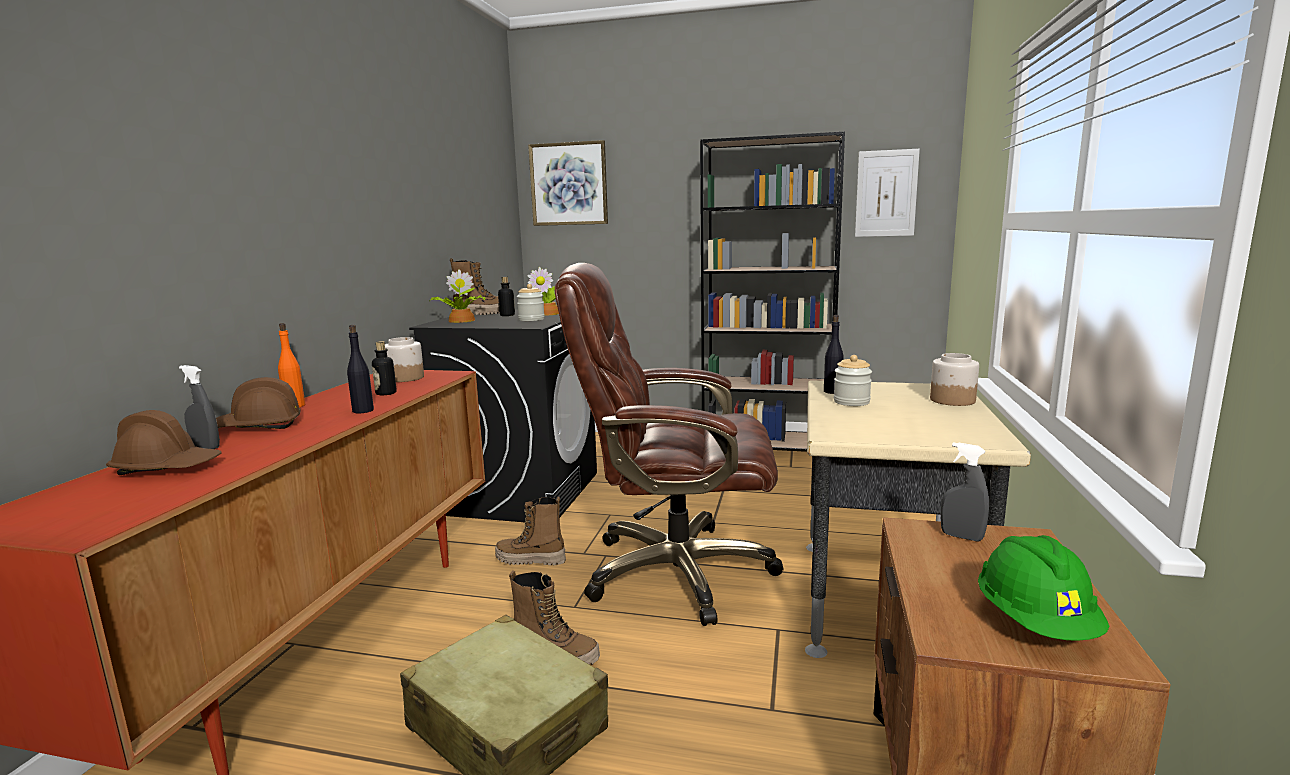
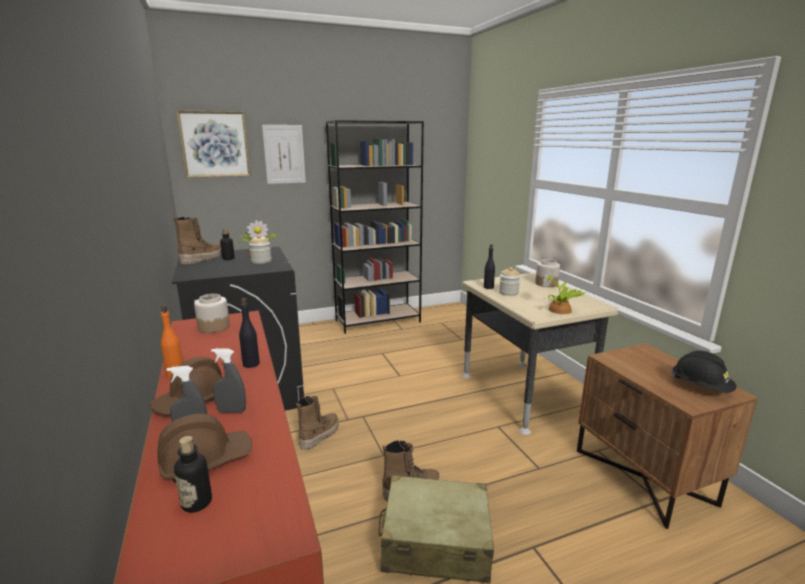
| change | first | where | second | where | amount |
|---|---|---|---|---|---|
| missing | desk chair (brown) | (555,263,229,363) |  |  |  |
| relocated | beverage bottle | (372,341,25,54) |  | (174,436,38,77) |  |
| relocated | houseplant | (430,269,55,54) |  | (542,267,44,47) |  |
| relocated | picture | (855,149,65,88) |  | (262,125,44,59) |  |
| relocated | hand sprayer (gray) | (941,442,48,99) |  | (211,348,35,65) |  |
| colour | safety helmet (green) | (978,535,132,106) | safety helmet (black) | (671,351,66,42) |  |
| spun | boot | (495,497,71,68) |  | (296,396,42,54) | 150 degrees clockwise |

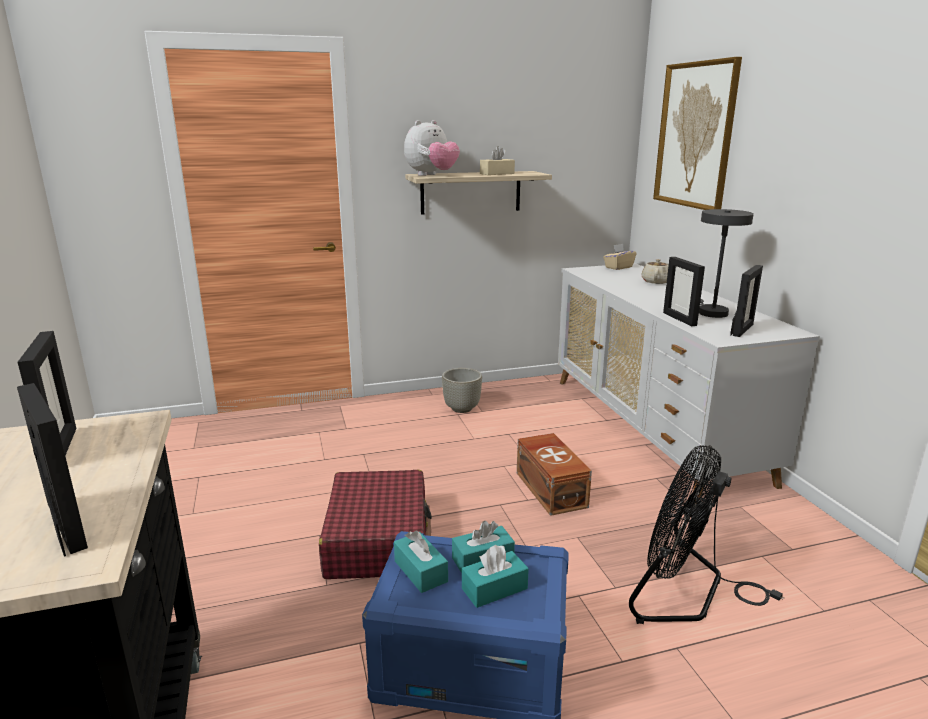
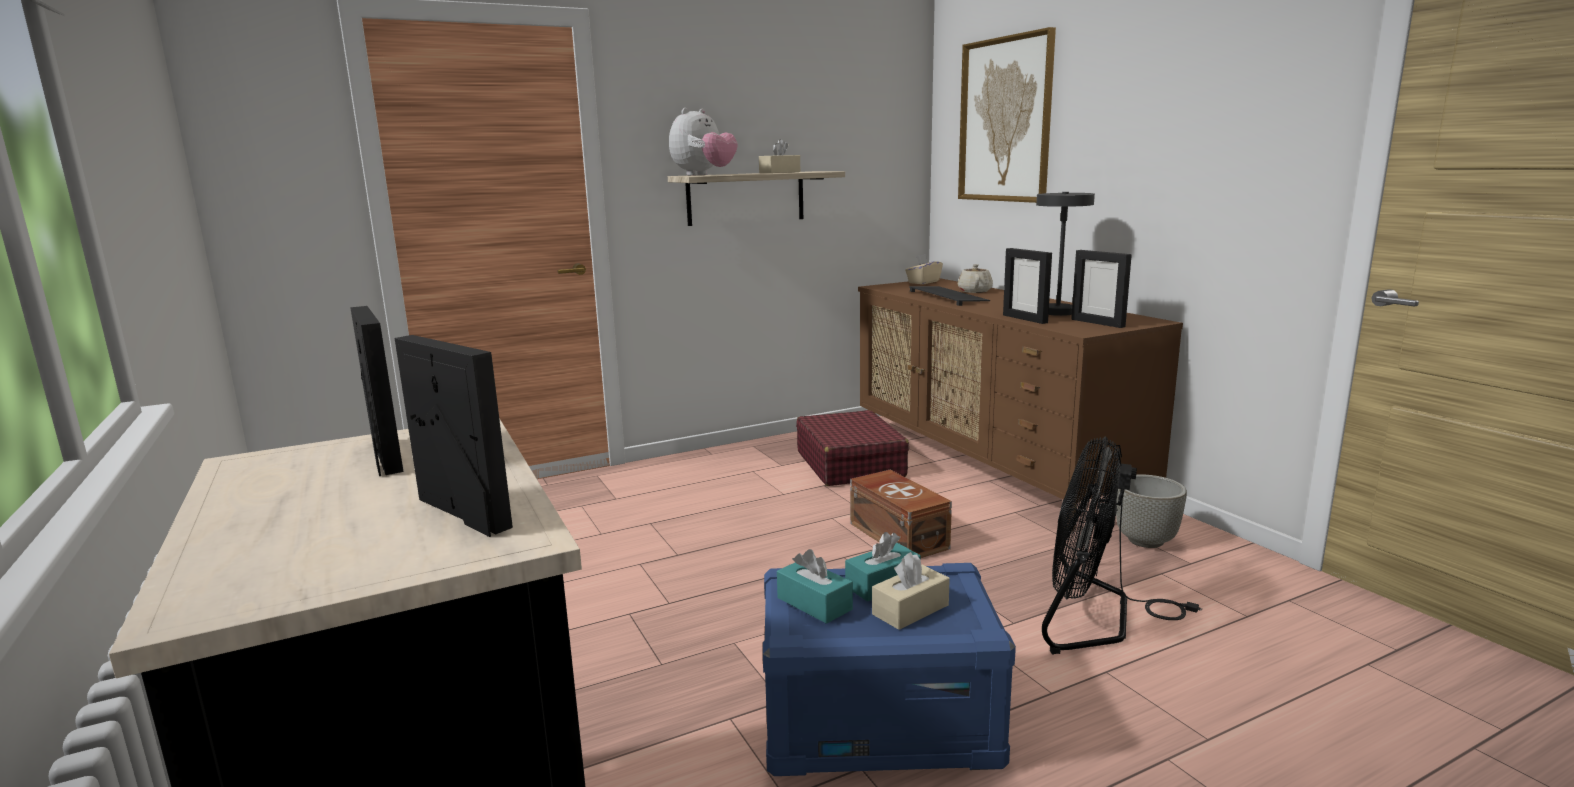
| change | first | where | second | where | amount |
|---|---|---|---|---|---|
| appeared |  |  | computer keyboard | (909,286,81,20) |  |
| relocated | piece of luggage (red-coloured) | (319,470,113,109) |  | (796,410,113,76) |  |
| relocated | planter (gray) | (442,368,40,45) |  | (1116,474,71,74) |  |
| colour | tissue holder (turquoise-coloured) | (462,545,67,63) | tissue holder (beige) | (872,552,78,78) |  |
| colour | dresser (whitish) | (558,263,262,239) | dresser (brown) | (858,278,325,254) |  |
| spun | photo frame | (730,265,33,72) |  | (1071,250,61,78) | 120 degrees clockwise |

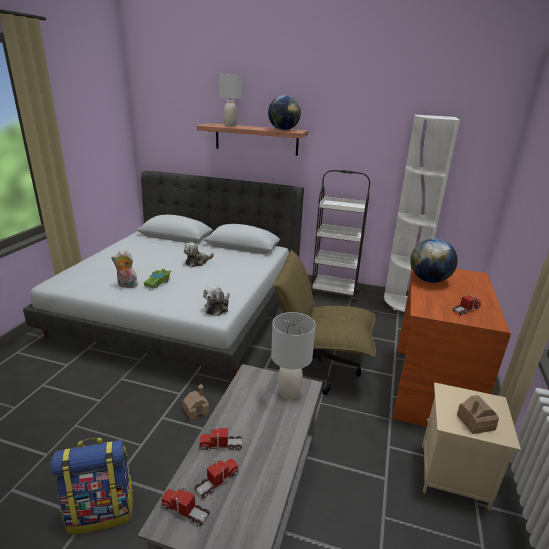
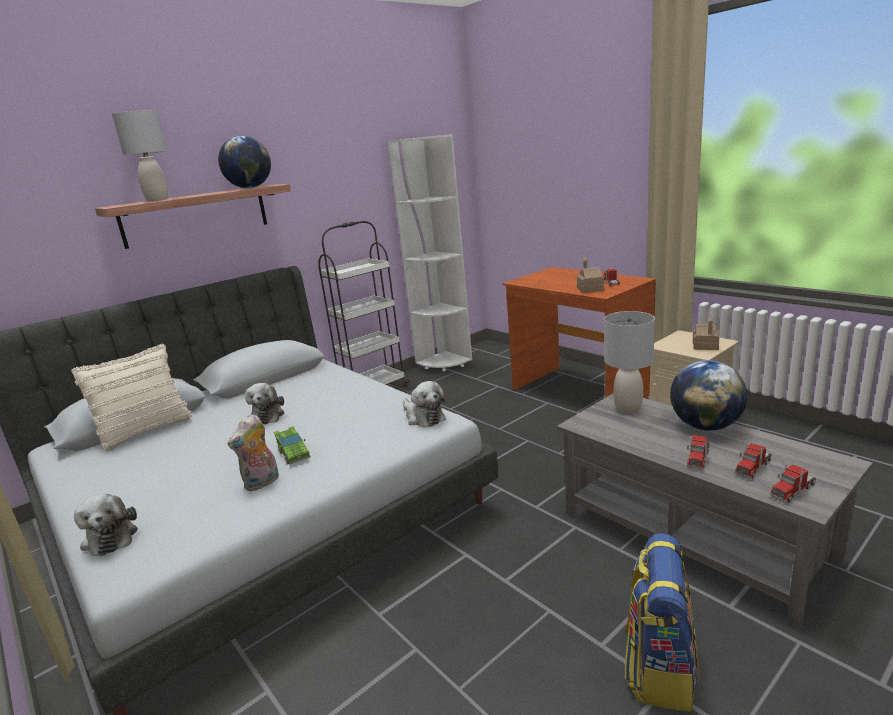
| change | first | where | second | where | amount |
|---|---|---|---|---|---|
| missing | desk chair (beige) | (273,249,103,146) |  |  |  |
| appeared |  |  | throw pillow (beige) | (71,344,121,107) |  |
| appeared |  |  | soft toy | (74,494,64,62) |  |
| relocated | toy house | (183,384,26,37) |  | (577,256,27,37) |  |
| relocated | desk globe | (410,239,48,44) |  | (670,360,77,71) |  |
| spun | model truck | (194,458,45,41) |  | (735,443,37,36) | 120 degrees counterclockwise |

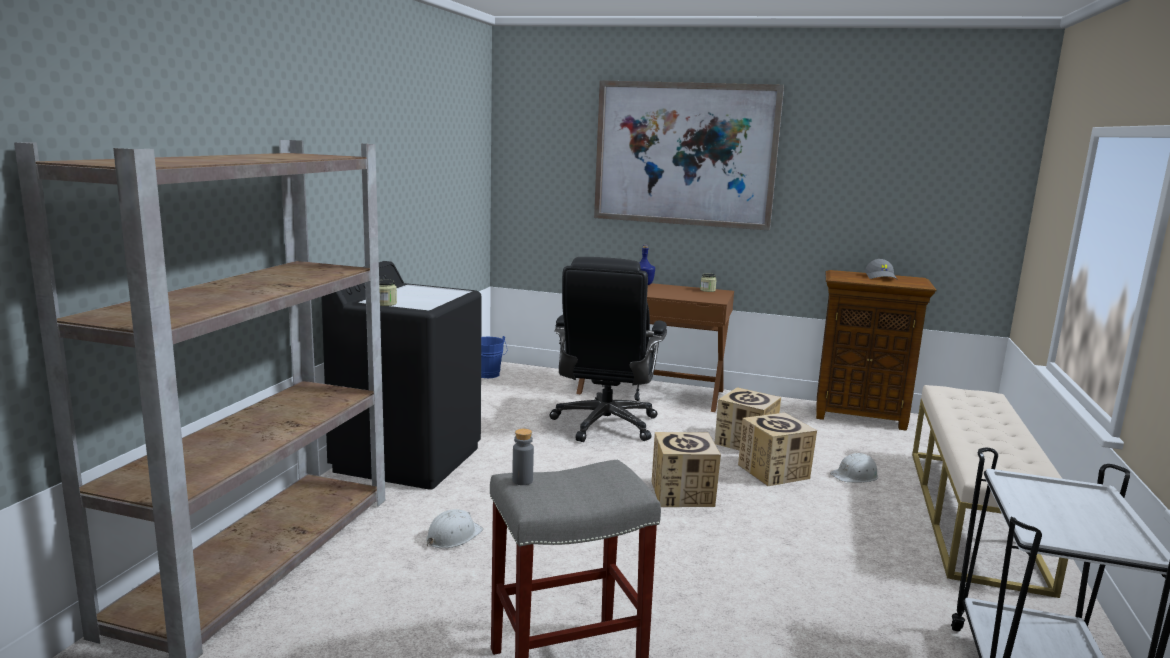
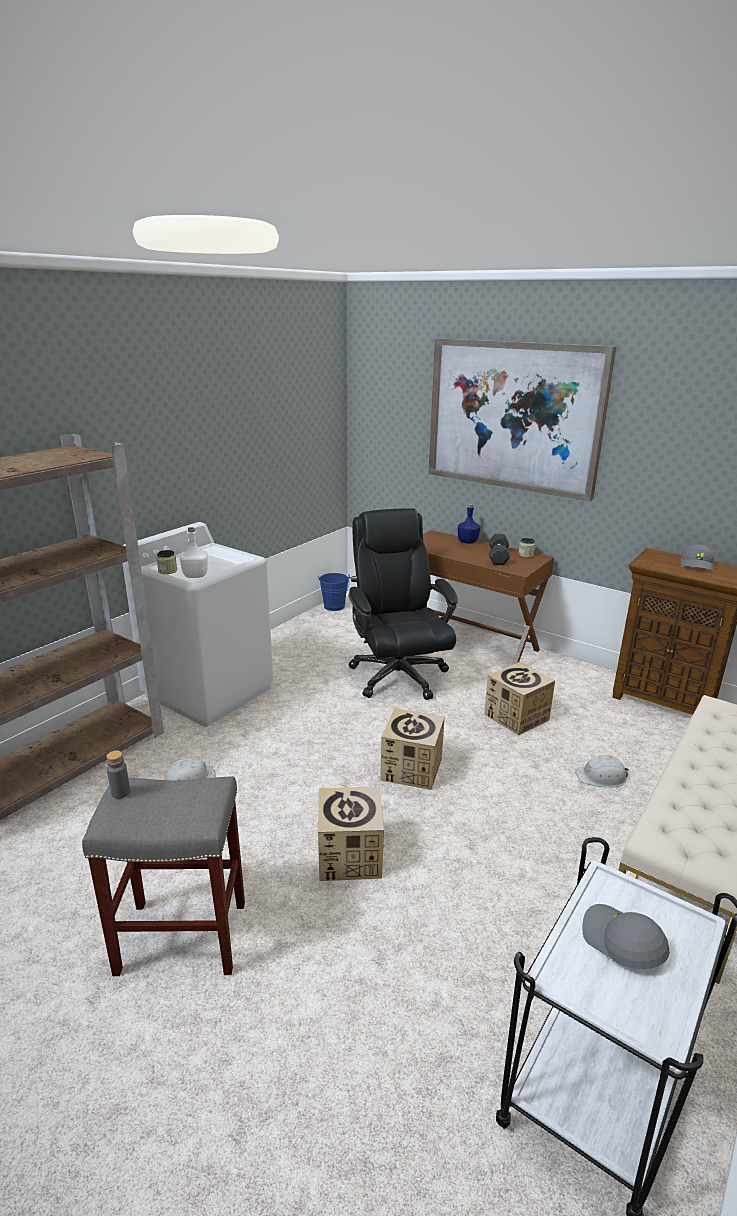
| change | first | where | second | where | amount |
|---|---|---|---|---|---|
| appeared |  |  | beverage bottle (whitish) | (180,527,28,51) |  |
| appeared |  |  | dumbbell (black) | (489,534,21,31) |  |
| appeared |  |  | baseball cap (gray) | (582,904,88,65) |  |
| relocated | cardboard box | (738,413,79,73) |  | (318,787,66,94) |  |
| colour | laundry machine (black) | (321,261,161,229) | laundry machine (whitish) | (123,522,150,205) |  |
| spun | desk chair (black) | (550,257,117,185) |  | (348,508,110,192) | 135 degrees clockwise |

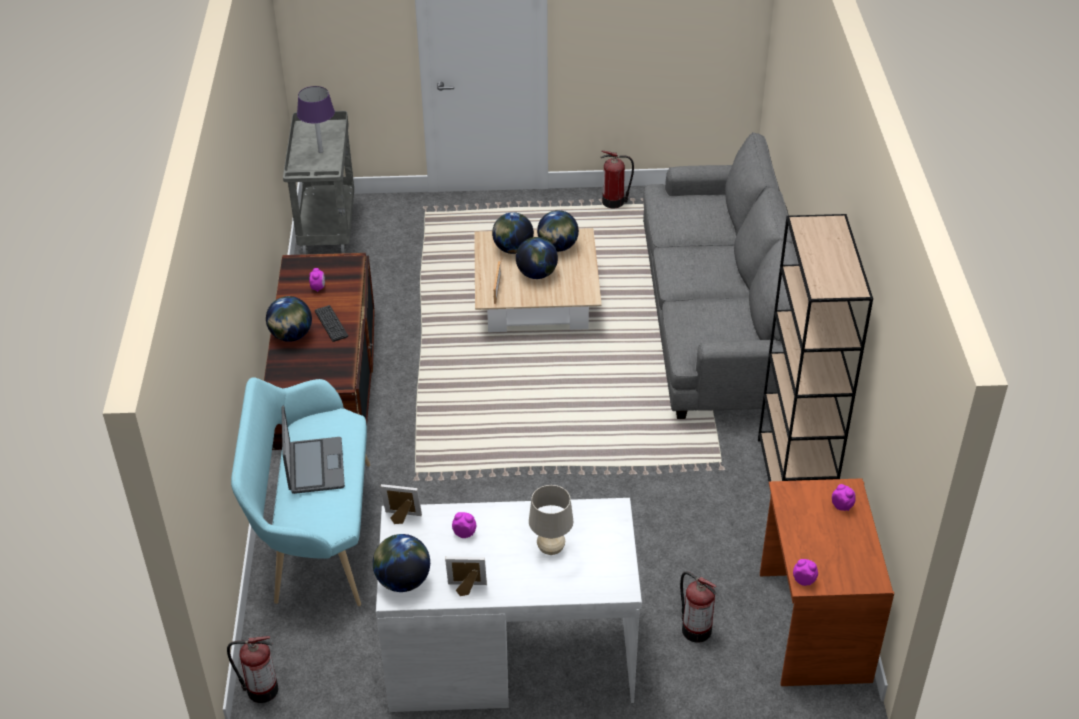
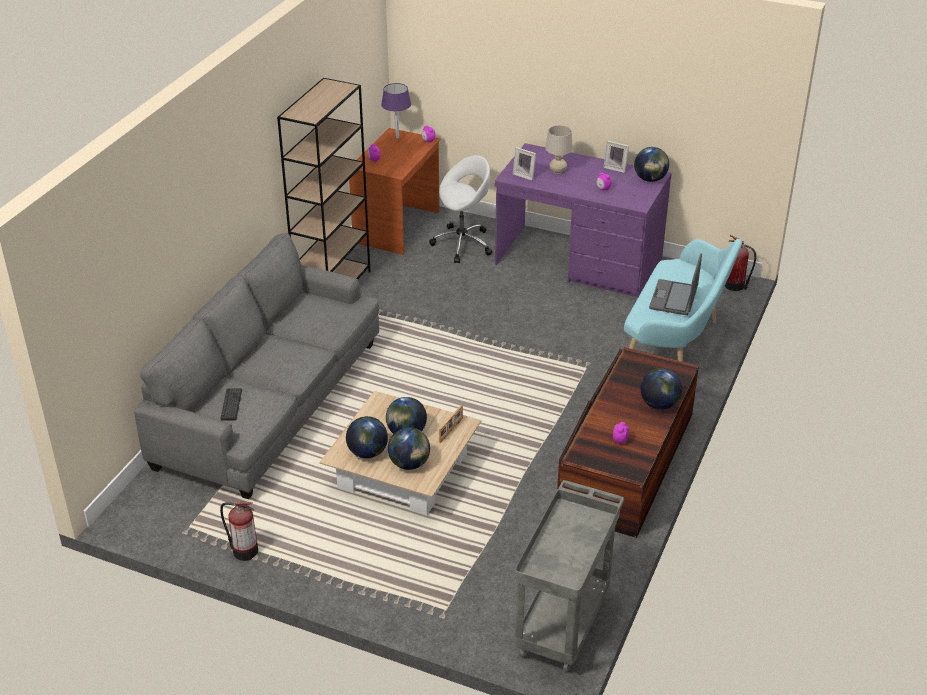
| change | first | where | second | where | amount |
|---|---|---|---|---|---|
| relocated | lamp for a table (purple-coloured) | (297,86,38,67) |  | (381,83,30,55) |  |
| relocated | computer keyboard | (315,305,33,37) |  | (220,388,22,33) |  |
| relocated | photo frame | (380,484,42,40) |  | (513,147,23,34) |  |
| exchanged | extinguisher | (680,571,37,72) | desk chair (whitish) | (429,155,63,108) |  |
| colour | desk unit (whitish) | (376,498,266,214) | desk unit (purple-coloured) | (494,143,178,154) |  |

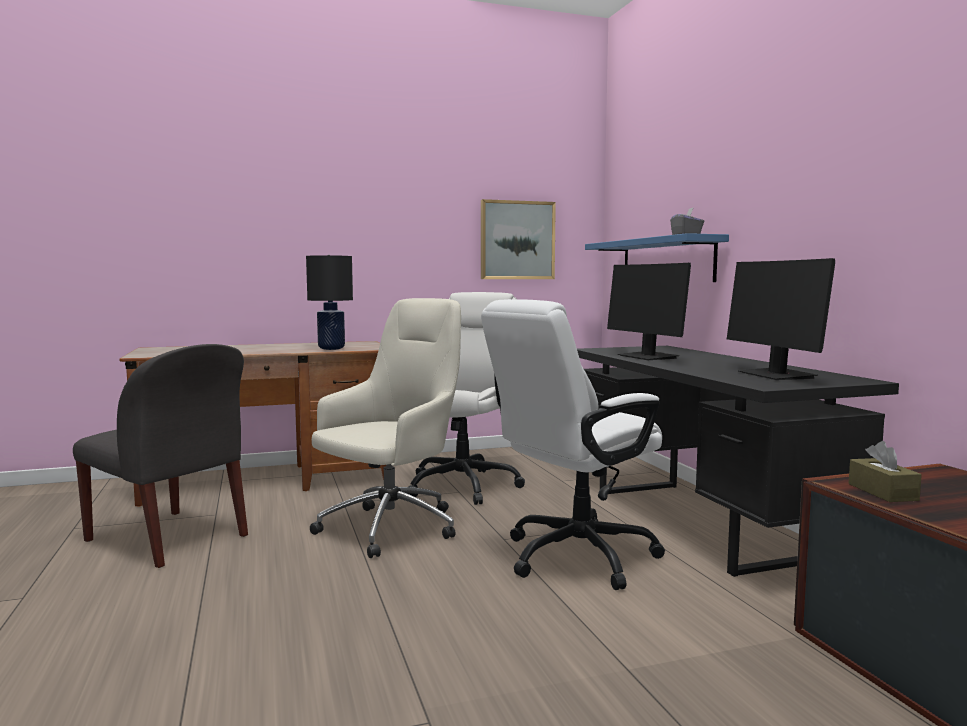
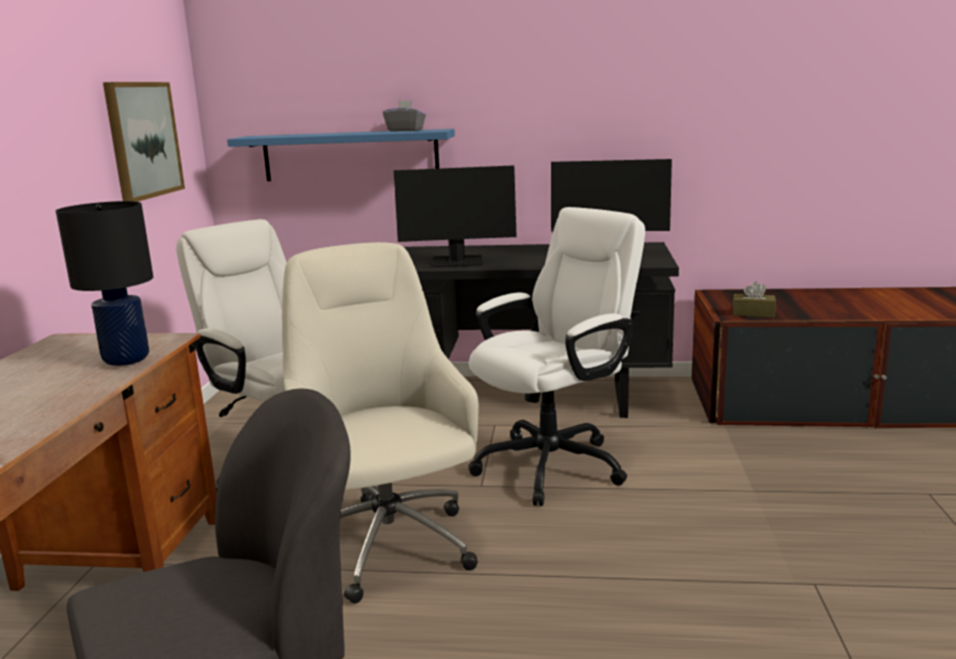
| change | first | where | second | where | amount |
|---|---|---|---|---|---|
| spun | desk chair (whitish) | (481,299,184,291) |  | (468,207,177,299) | 120 degrees counterclockwise |

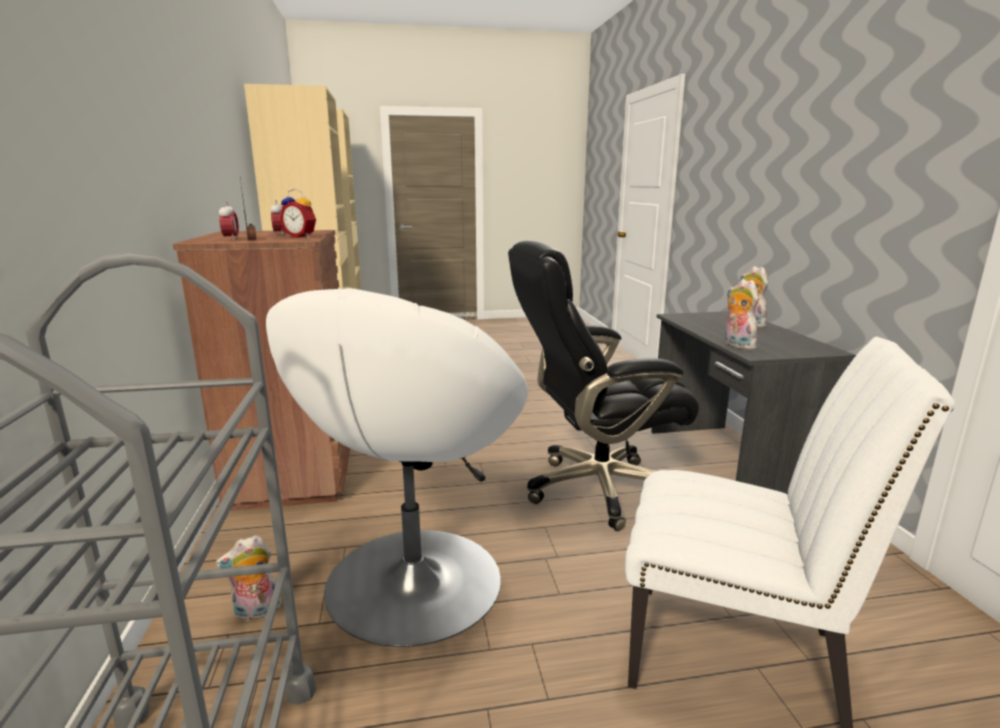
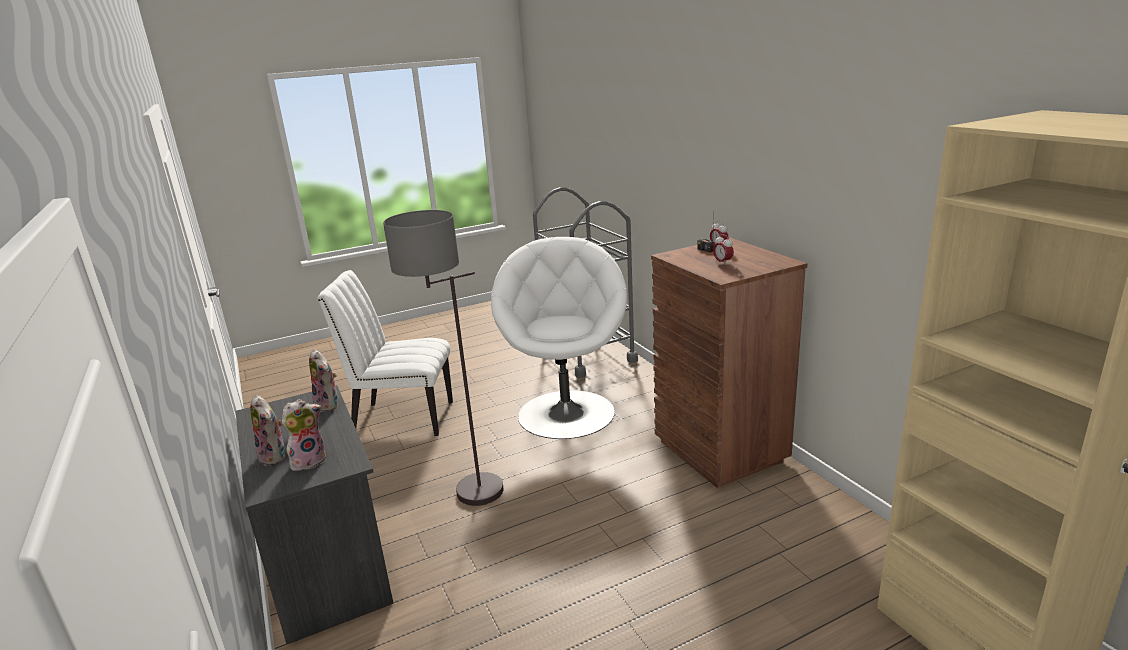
| change | first | where | second | where | amount |
|---|---|---|---|---|---|
| missing | bedside clock | (280,189,36,49) |  |  |  |
| relocated | soft toy | (216,535,66,86) |  | (281,399,45,72) |  |
| exchanged | desk chair (black) | (508,241,191,290) | standing lamp (gray) | (383,210,120,296) |  |

